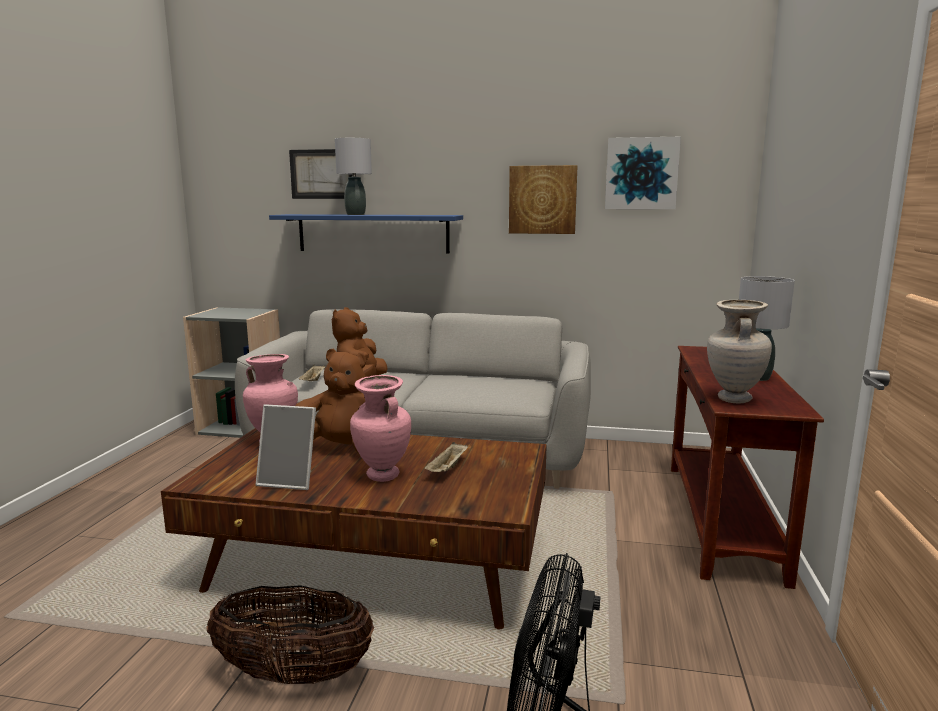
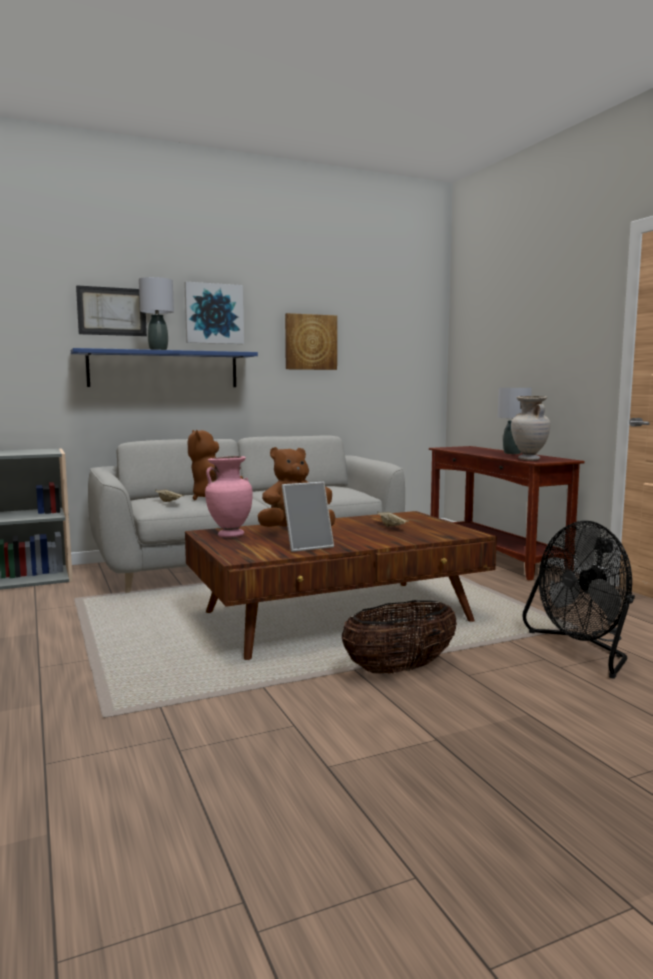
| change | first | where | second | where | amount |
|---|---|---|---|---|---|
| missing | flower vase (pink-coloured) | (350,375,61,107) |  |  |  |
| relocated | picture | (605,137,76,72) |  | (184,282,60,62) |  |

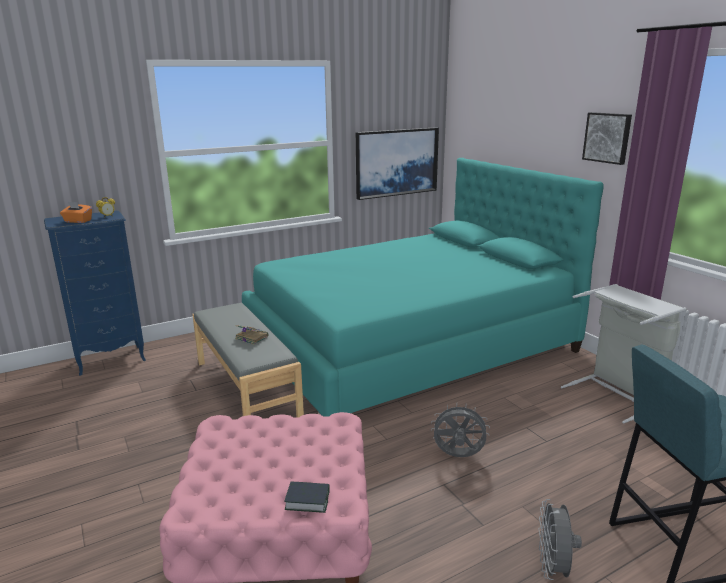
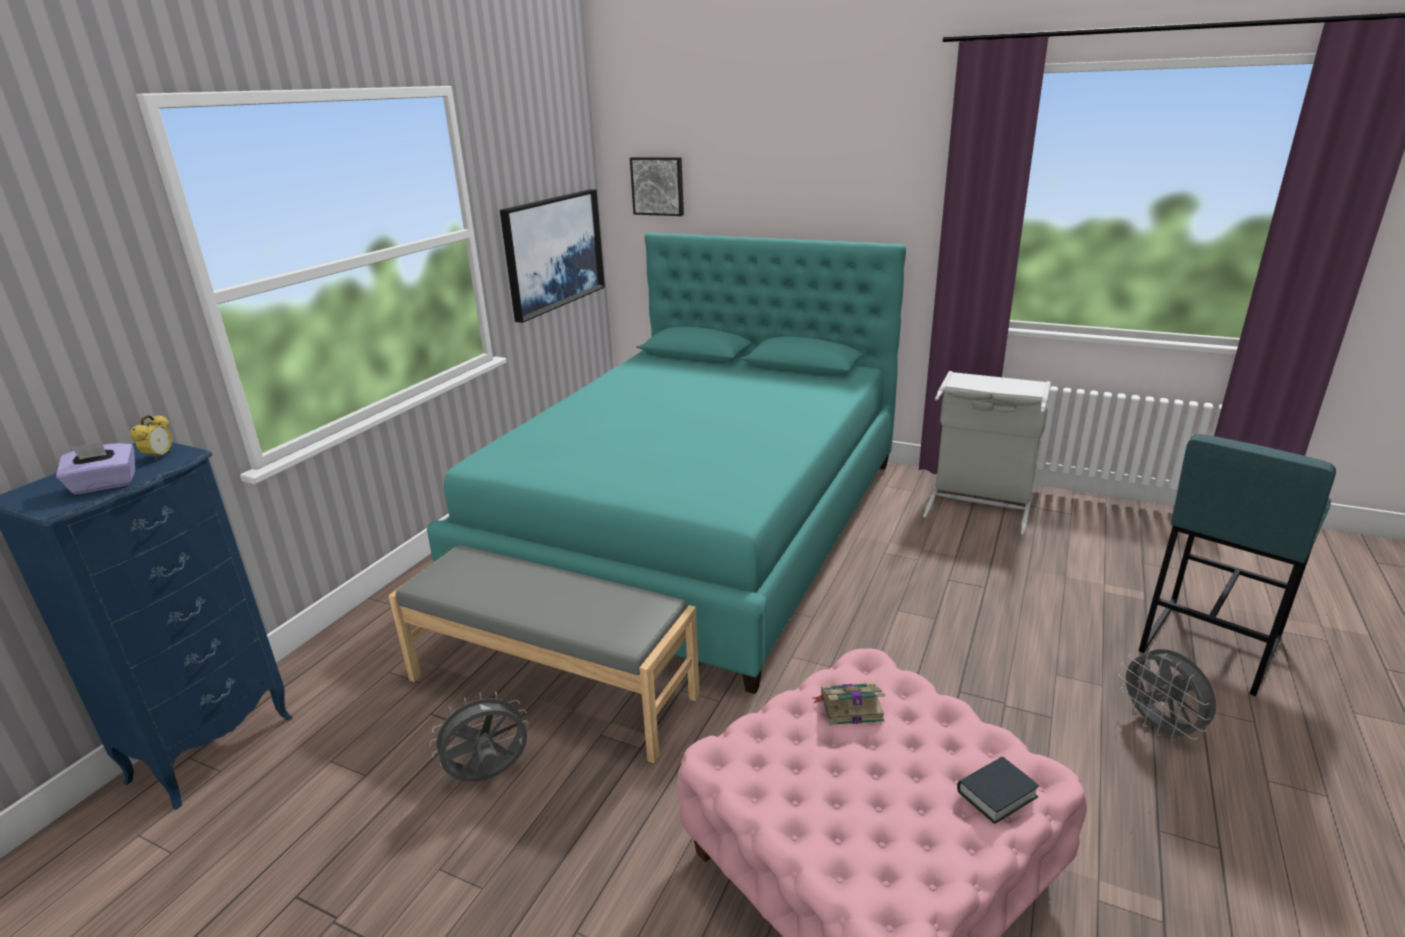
| change | first | where | second | where | amount |
|---|---|---|---|---|---|
| relocated | volume | (235,325,33,20) |  | (813,683,72,43) |  |
| relocated | cooling fan (gray) | (431,404,59,53) |  | (429,691,99,91) |  |
| relocated | picture | (582,112,50,53) |  | (630,157,54,59) |  |
| colour | tissue holder (orange-coloured) | (60,202,32,21) | tissue holder (purple-coloured) | (56,442,79,53) |  |

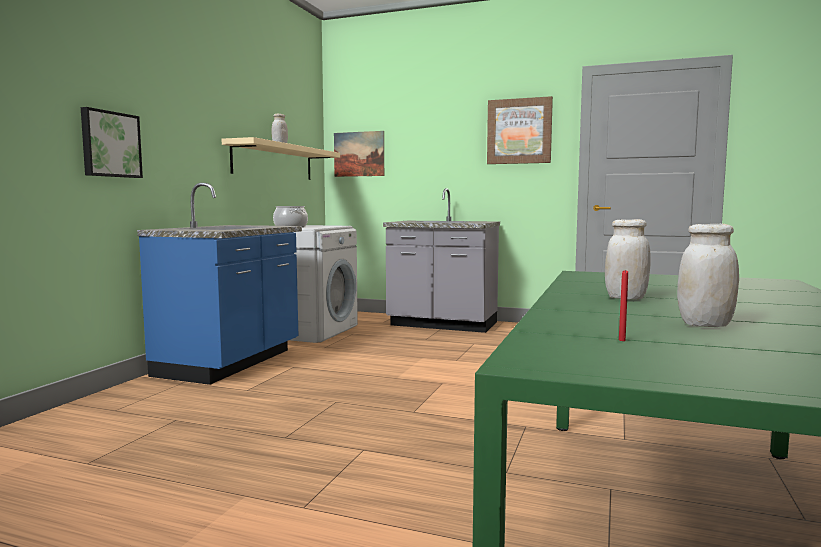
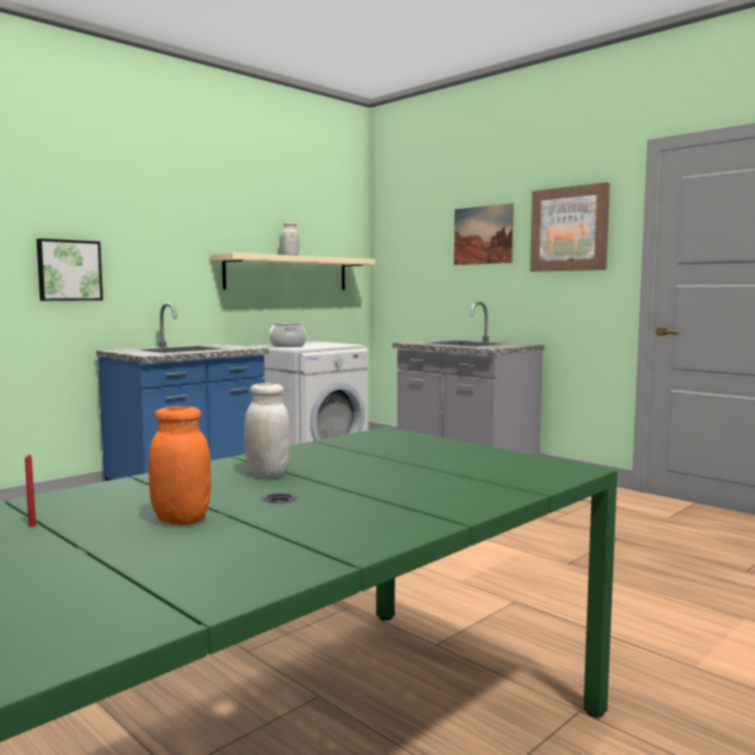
| change | first | where | second | where | amount |
|---|---|---|---|---|---|
| relocated | picture | (334,131,50,46) |  | (454,203,60,62) |  |
| colour | preserve jar (whitish) | (677,224,62,103) | preserve jar (orange-coloured) | (149,406,62,119) |  |

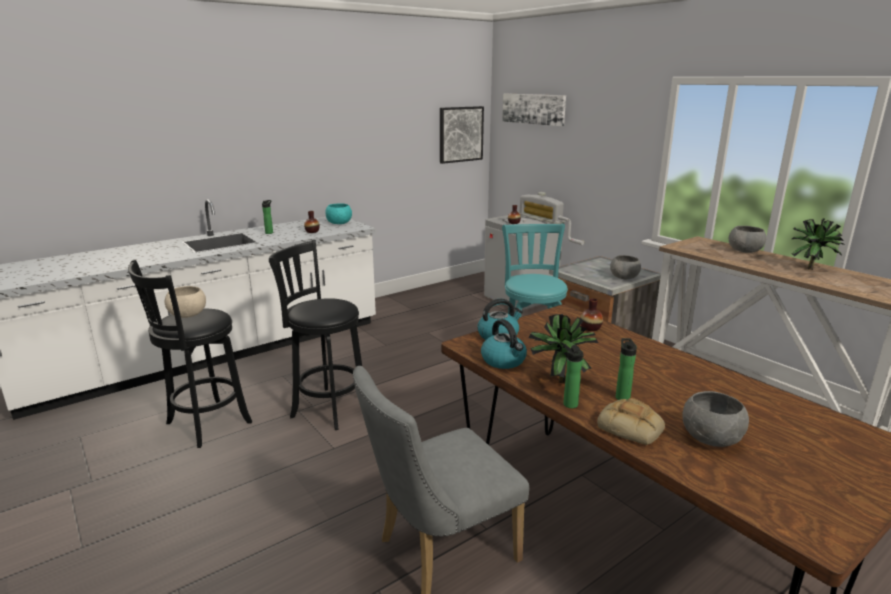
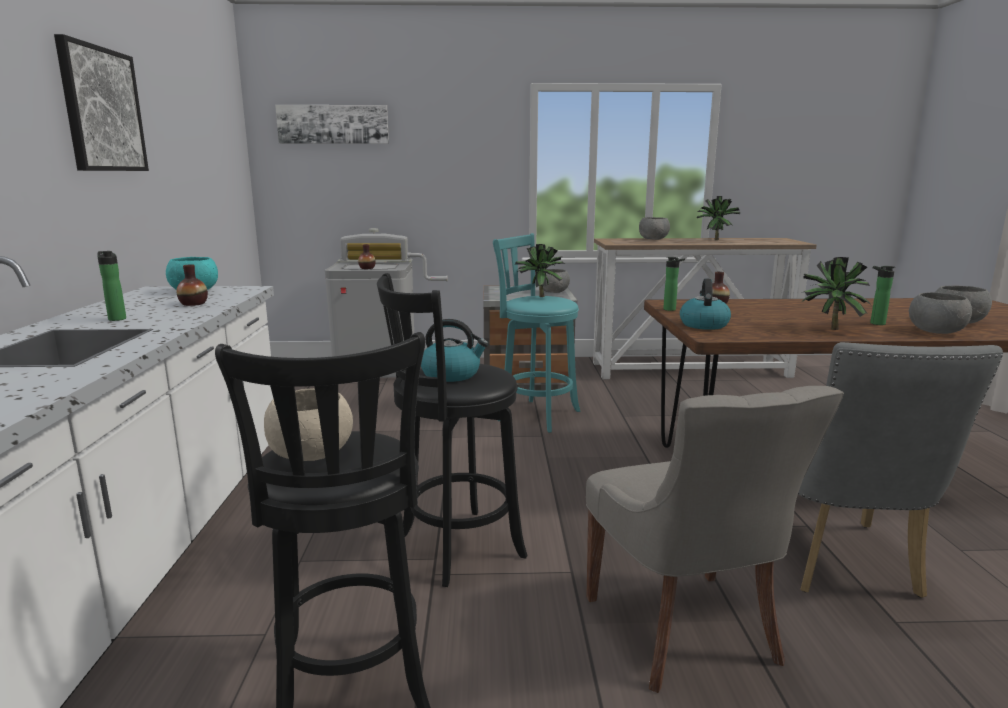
| change | first | where | second | where | amount |
|---|---|---|---|---|---|
| appeared |  |  | houseplant | (515,244,50,53) |  |
| appeared |  |  | plain chair (gray) | (586,386,258,307) |  |
| relocated | picture | (440,106,44,58) |  | (54,34,95,137) |  |
| relocated | kettle | (481,319,46,50) |  | (421,319,68,63) |  |
| relocated | beverage bottle | (563,345,21,63) |  | (663,257,22,54) |  |
| exchanged | bakery bread | (597,398,68,48) | serving bowl (gray) | (909,292,63,42) |  |

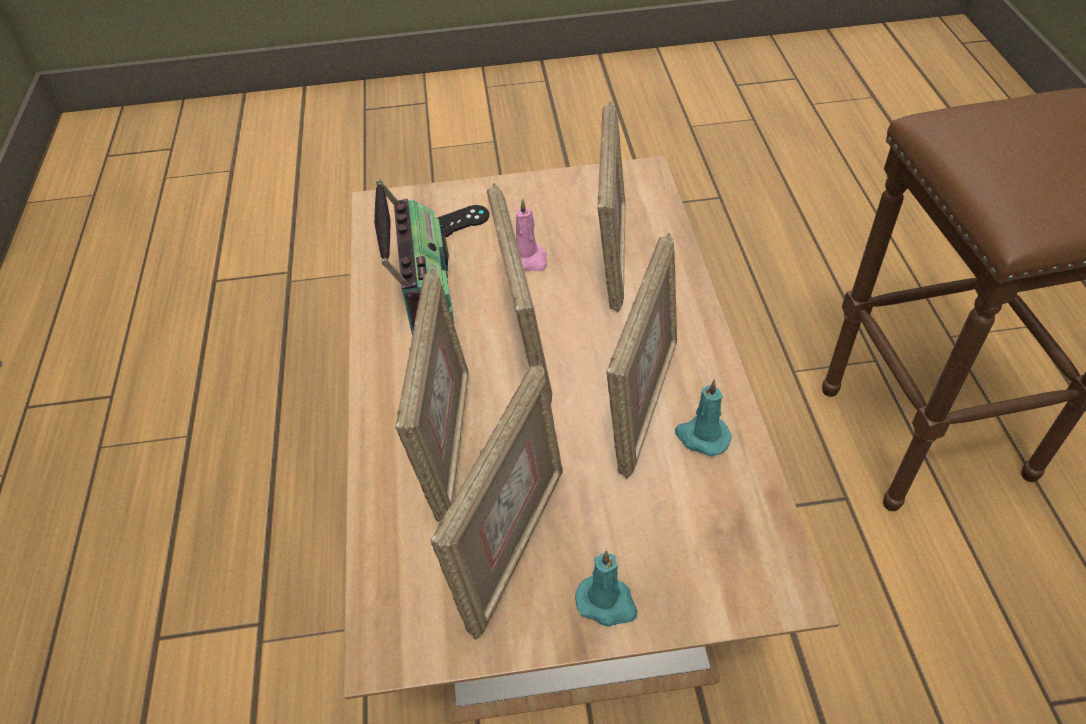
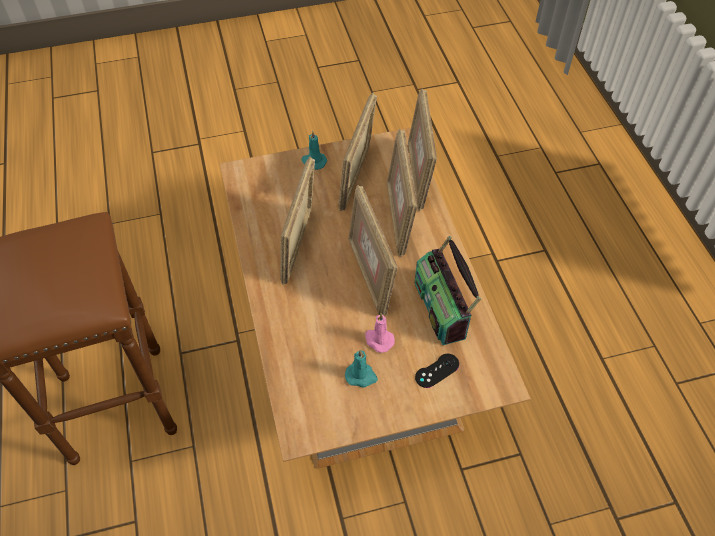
| change | first | where | second | where | amount |
|---|---|---|---|---|---|
| relocated | photo frame | (597,102,28,211) |  | (408,88,29,123) |  |
| relocated | candle (turquoise-coloured) | (675,379,57,77) |  | (345,349,33,38) |  |

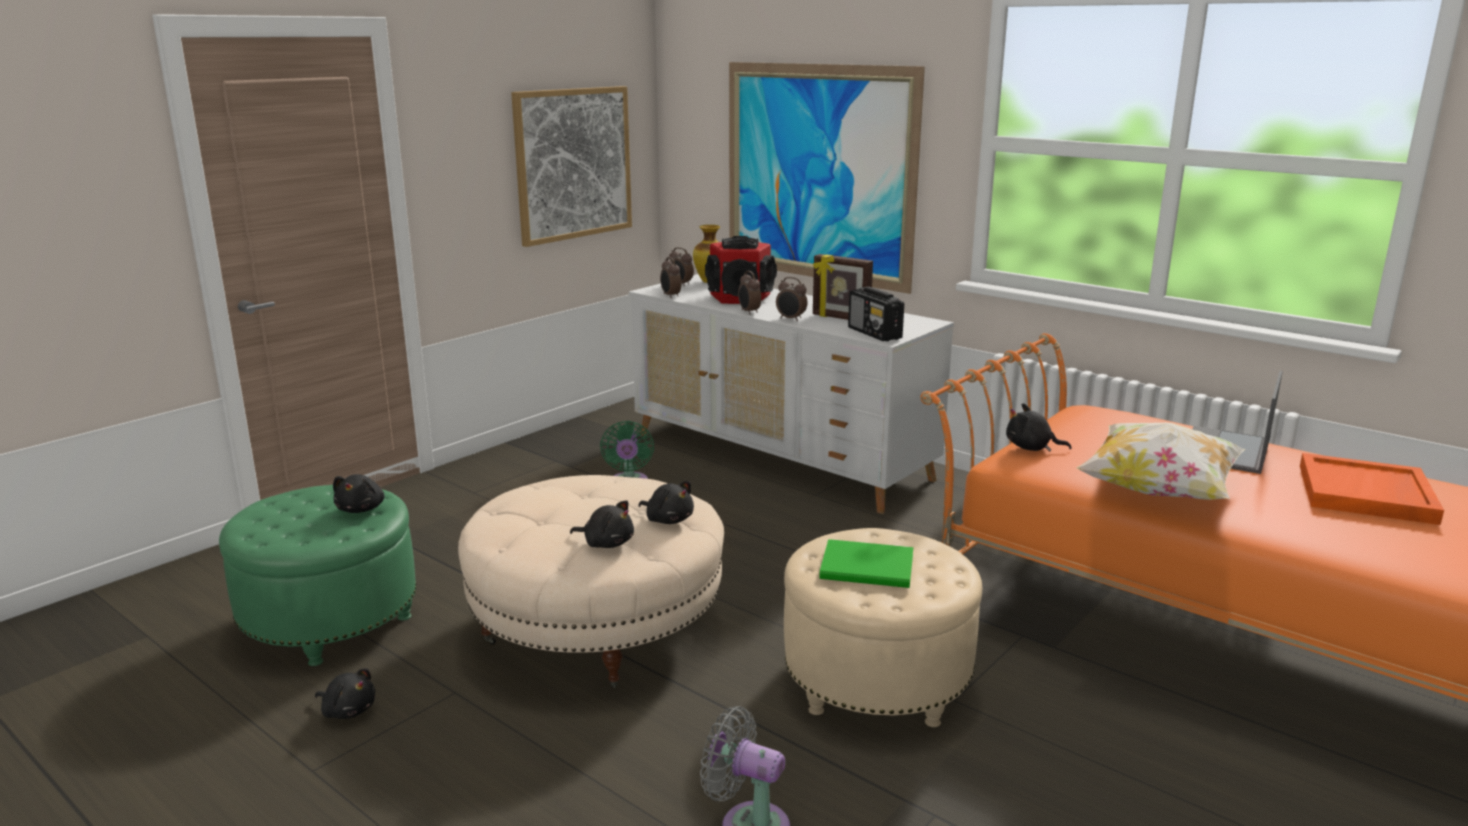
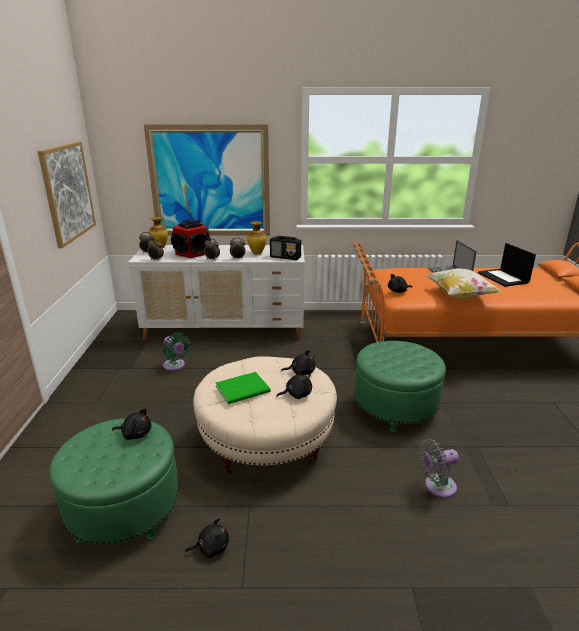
| change | first | where | second | where | amount |
|---|---|---|---|---|---|
| relocated | volume (green) | (819,539,94,49) |  | (216,372,54,32) |  |
| exchanged | photo frame | (813,254,60,66) | flower vase | (247,221,20,33) |  |
| exchanged | carrying tray (orange-coloured) | (1300,453,144,72) | notebook computer | (478,243,58,44) |  |
| colour | footrest (beige) | (784,528,198,199) | footrest (green) | (354,341,92,91) |  |
| spun | soft toy (black) | (333,474,52,39) |  | (112,409,40,31) | 45 degrees counterclockwise |

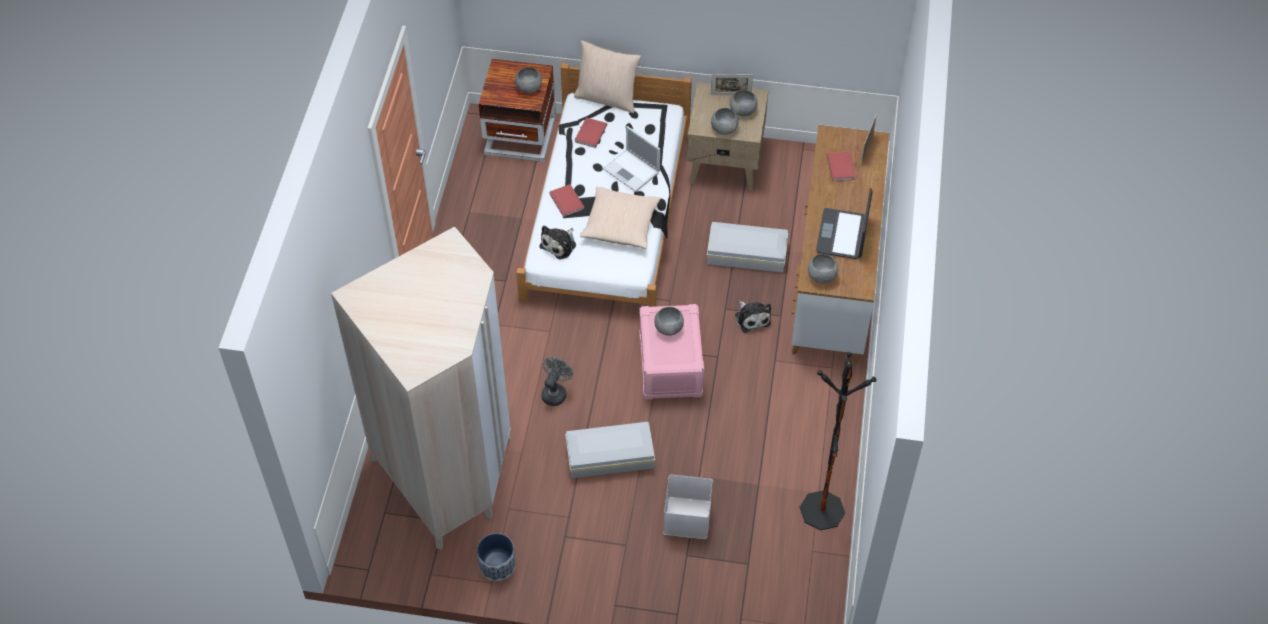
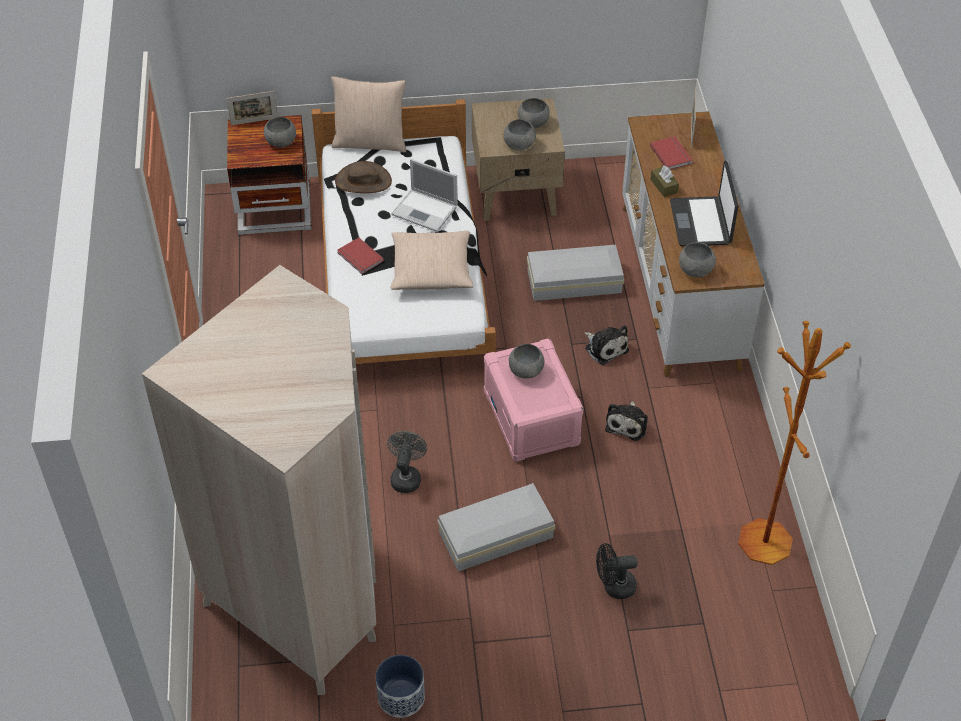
| change | first | where | second | where | amount |
|---|---|---|---|---|---|
| appeared |  |  | tissue holder (brown) | (650,166,29,31) |  |
| relocated | soft toy | (540,226,36,34) |  | (605,401,43,40) |  |
| relocated | photo frame | (711,74,42,21) |  | (227,91,51,34) |  |
| exchanged | volume (red-coloured) | (575,117,33,31) | wearable hat (brown) | (335,161,57,32) |  |
| exchanged | storage box (whitish) | (664,475,48,64) | cooling fan (black) | (596,543,42,56) |  |
| colour | clothes rack (black) | (800,352,77,178) | clothes rack (orange-coloured) | (738,321,113,244) |  |

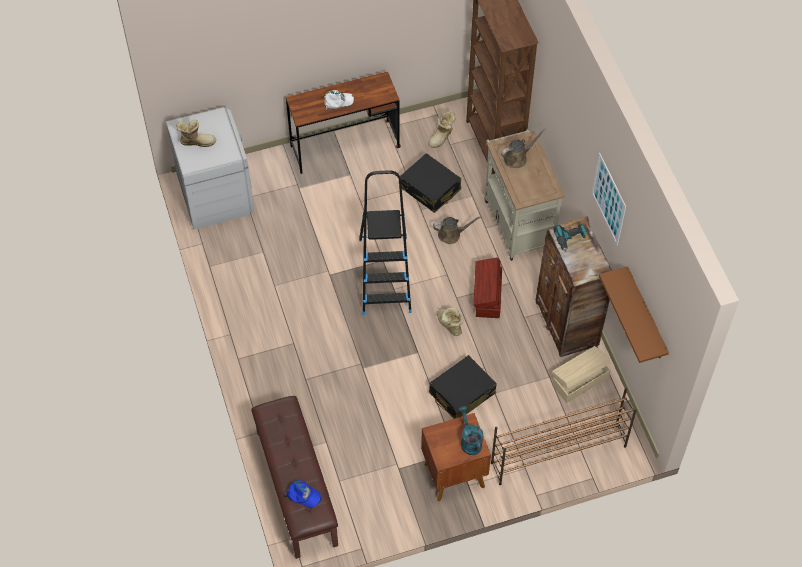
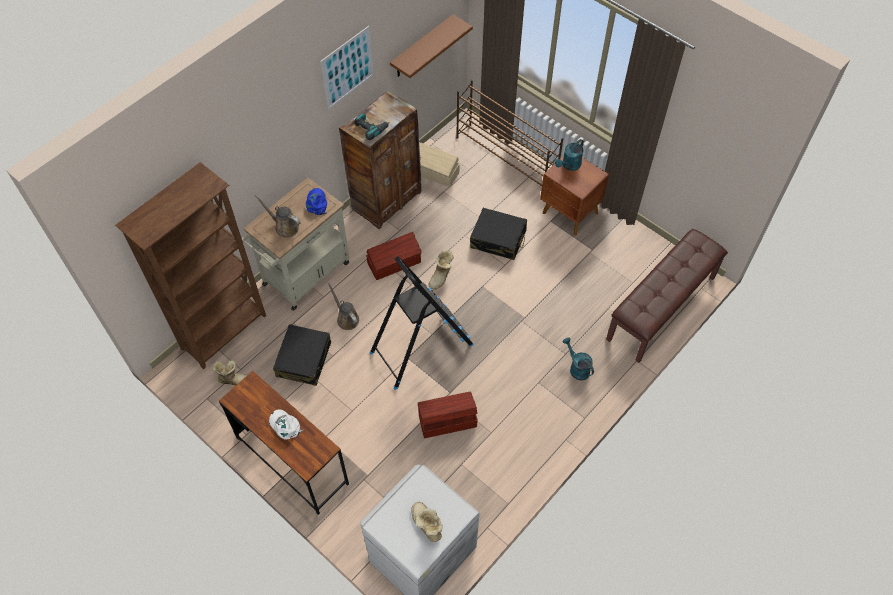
| change | first | where | second | where | amount |
|---|---|---|---|---|---|
| appeared |  |  | storage box (brown) | (418,391,60,47) |  |
| appeared |  |  | sprinkling can (turquoise-coloured) | (563,337,31,43) |  |
| relocated | baseball cap (blue) | (285,480,37,28) |  | (306,188,21,27) |  |

